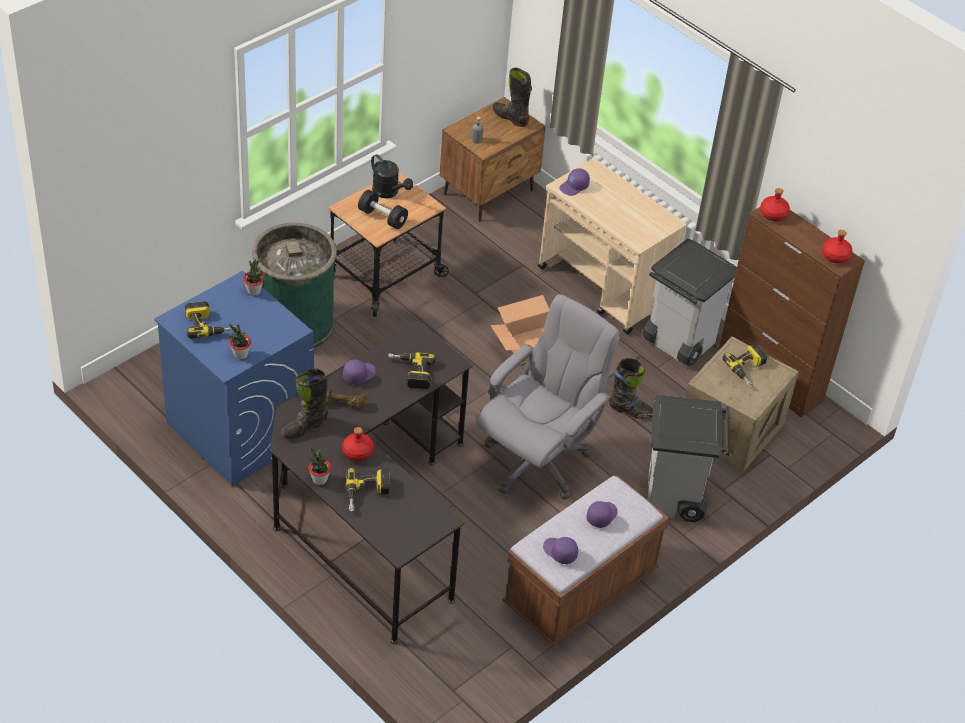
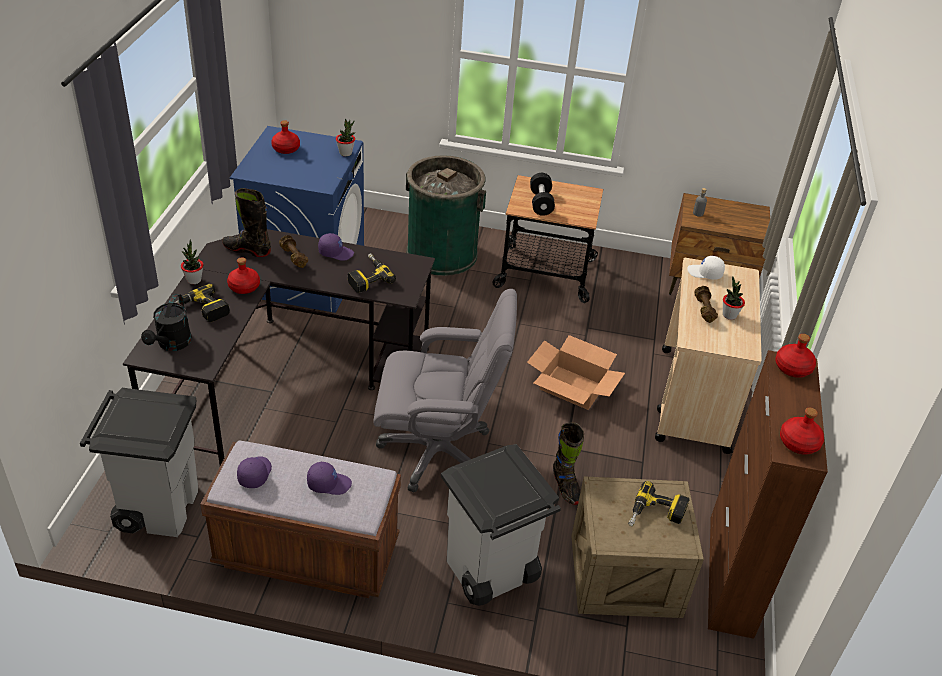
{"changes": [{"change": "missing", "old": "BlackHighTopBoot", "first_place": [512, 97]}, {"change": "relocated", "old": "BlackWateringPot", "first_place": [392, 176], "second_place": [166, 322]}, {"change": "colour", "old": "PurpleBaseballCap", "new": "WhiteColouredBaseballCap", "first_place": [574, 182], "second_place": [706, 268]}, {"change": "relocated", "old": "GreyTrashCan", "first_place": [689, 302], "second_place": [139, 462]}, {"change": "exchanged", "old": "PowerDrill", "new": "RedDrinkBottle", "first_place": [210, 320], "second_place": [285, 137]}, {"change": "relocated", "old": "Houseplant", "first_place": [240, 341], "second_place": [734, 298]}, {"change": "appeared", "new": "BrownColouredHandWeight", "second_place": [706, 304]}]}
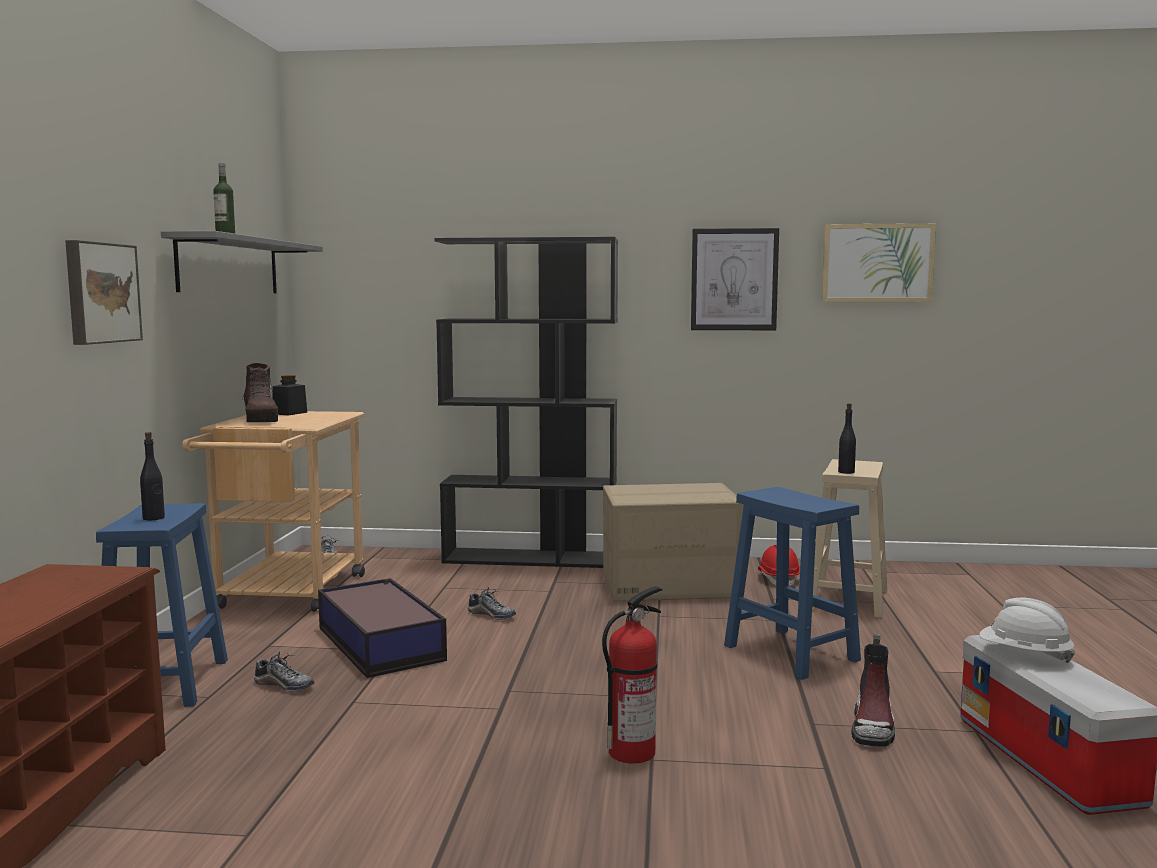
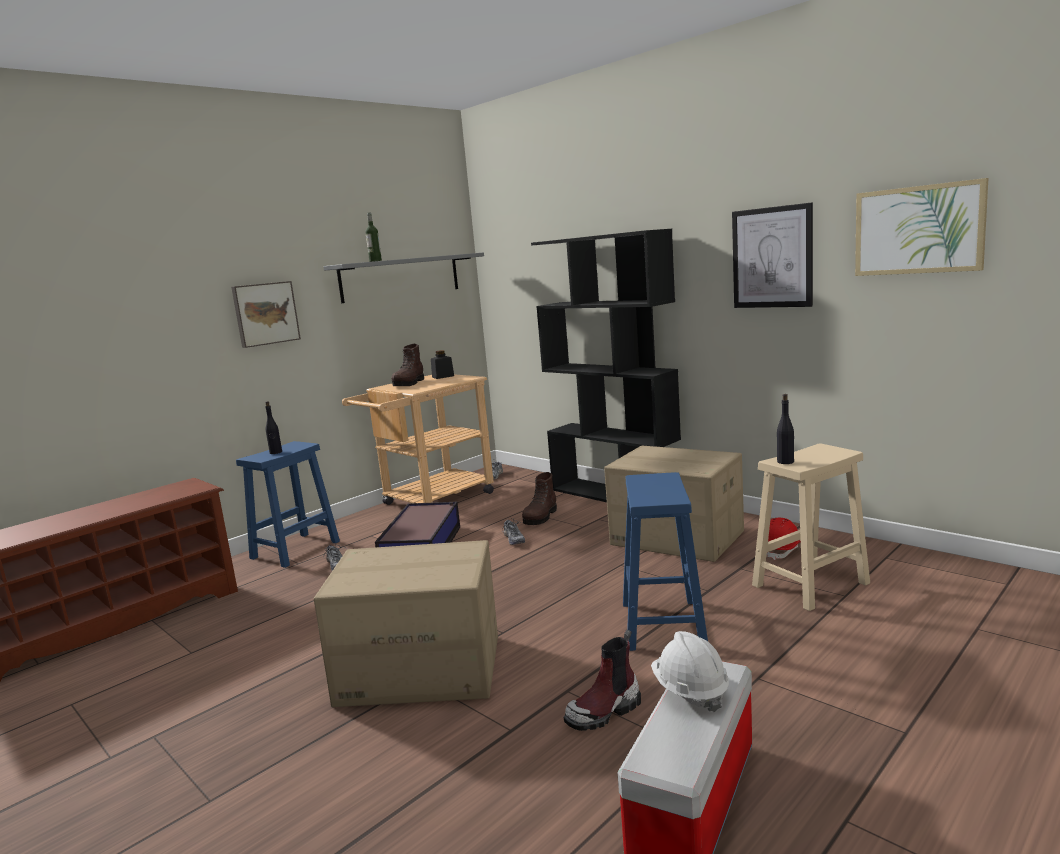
{"changes": [{"change": "exchanged", "old": "FireFightingCylinder", "new": "PackingBox", "first_place": [632, 674], "second_place": [406, 623]}, {"change": "appeared", "new": "BrownColouredHighTopBoot", "second_place": [539, 498]}]}
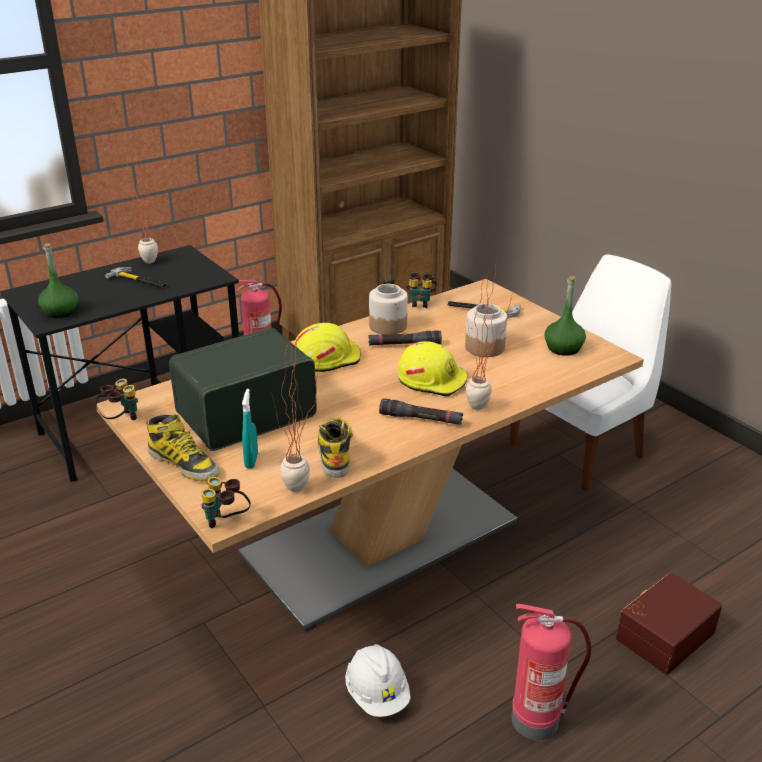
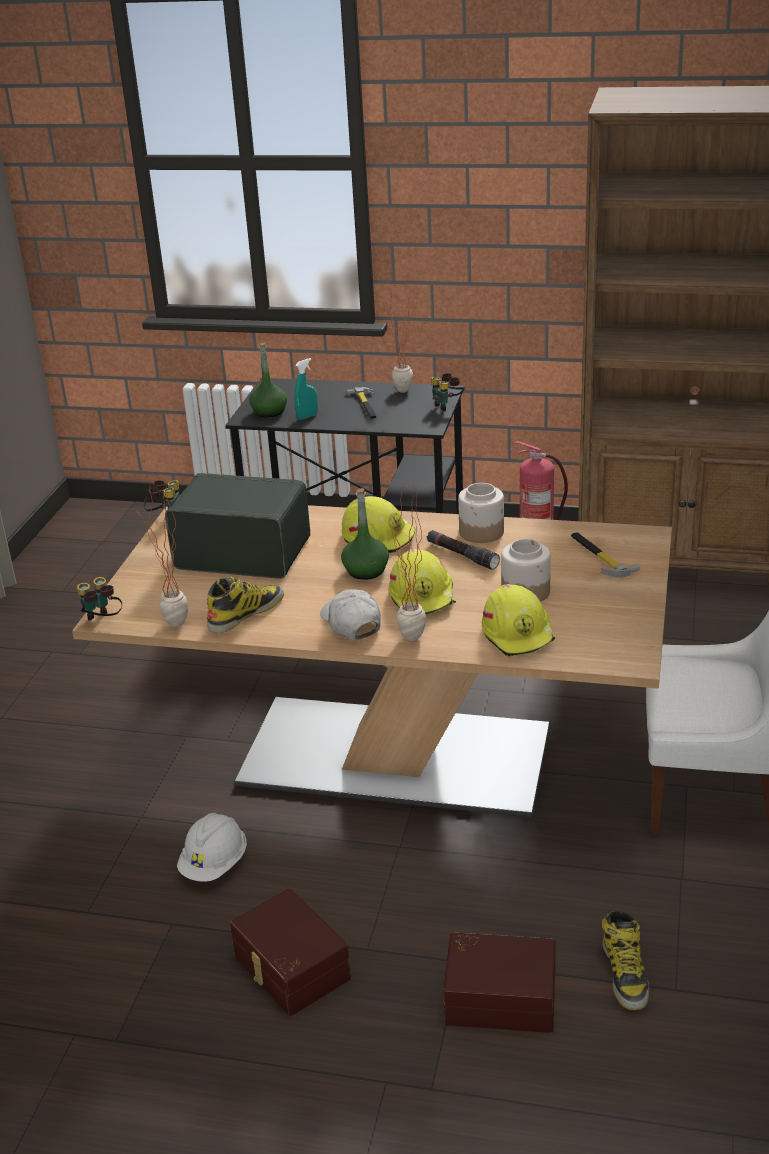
{"changes": [{"change": "relocated", "old": "Binoculars", "first_place": [421, 290], "second_place": [448, 392]}, {"change": "relocated", "old": "GreenishDrinkBottle", "first_place": [565, 316], "second_place": [365, 534]}, {"change": "relocated", "old": "TurquoiseHandSprayer", "first_place": [250, 429], "second_place": [306, 389]}, {"change": "exchanged", "old": "BlackFlashlight", "new": "WhiteColouredBaseballCap", "first_place": [421, 411], "second_place": [350, 614]}, {"change": "relocated", "old": "HighTopBoot", "first_place": [182, 447], "second_place": [625, 960]}, {"change": "exchanged", "old": "FireFightingCylinder", "new": "BrownColouredStorageContainer", "first_place": [551, 672], "second_place": [290, 952]}, {"change": "appeared", "new": "YellowWorkHelmet", "second_place": [518, 620]}]}
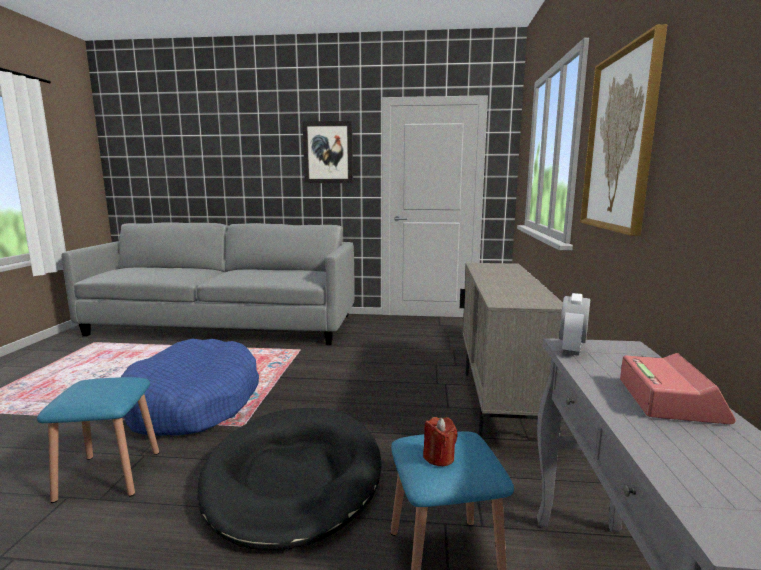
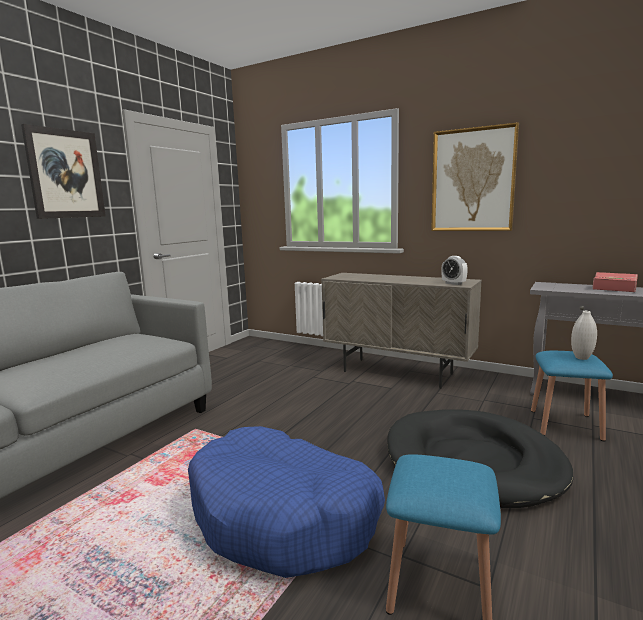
{"changes": [{"change": "relocated", "old": "TableClock", "first_place": [574, 324], "second_place": [454, 270]}, {"change": "exchanged", "old": "RedWaxLight", "new": "WhiteColouredDecorativeVase", "first_place": [440, 441], "second_place": [584, 335]}]}
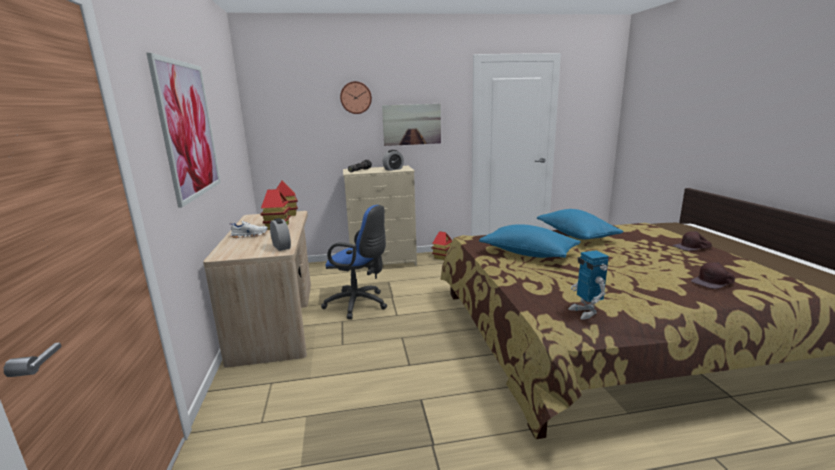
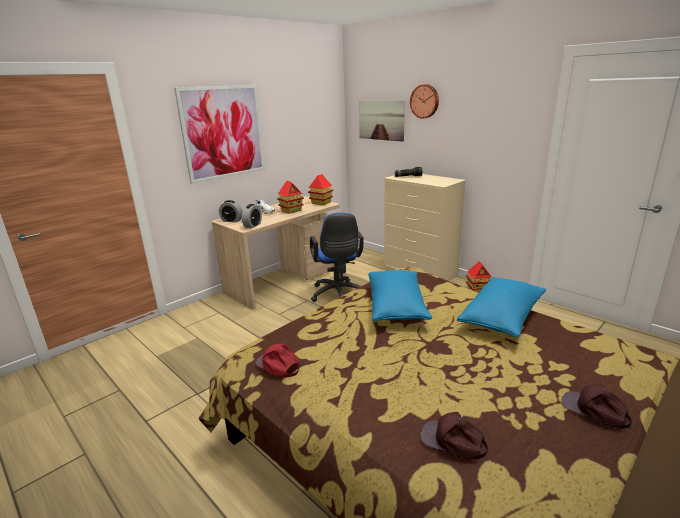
{"changes": [{"change": "relocated", "old": "WallArt", "first_place": [411, 125], "second_place": [382, 121]}, {"change": "relocated", "old": "TableClock", "first_place": [393, 160], "second_place": [231, 211]}, {"change": "exchanged", "old": "ToyRobot", "new": "RedBaseballCap", "first_place": [588, 285], "second_place": [277, 361]}]}
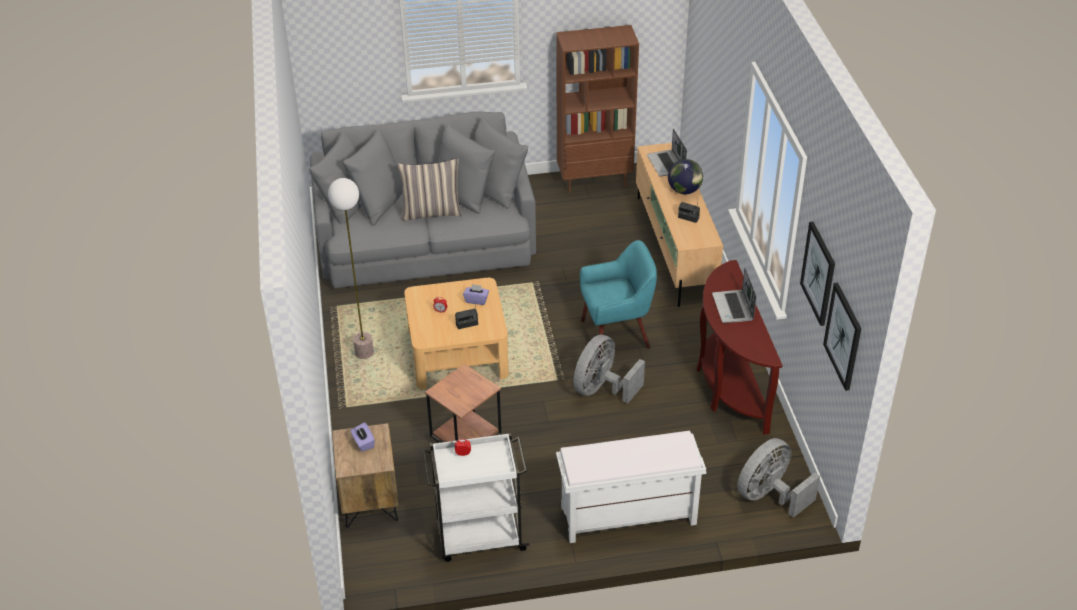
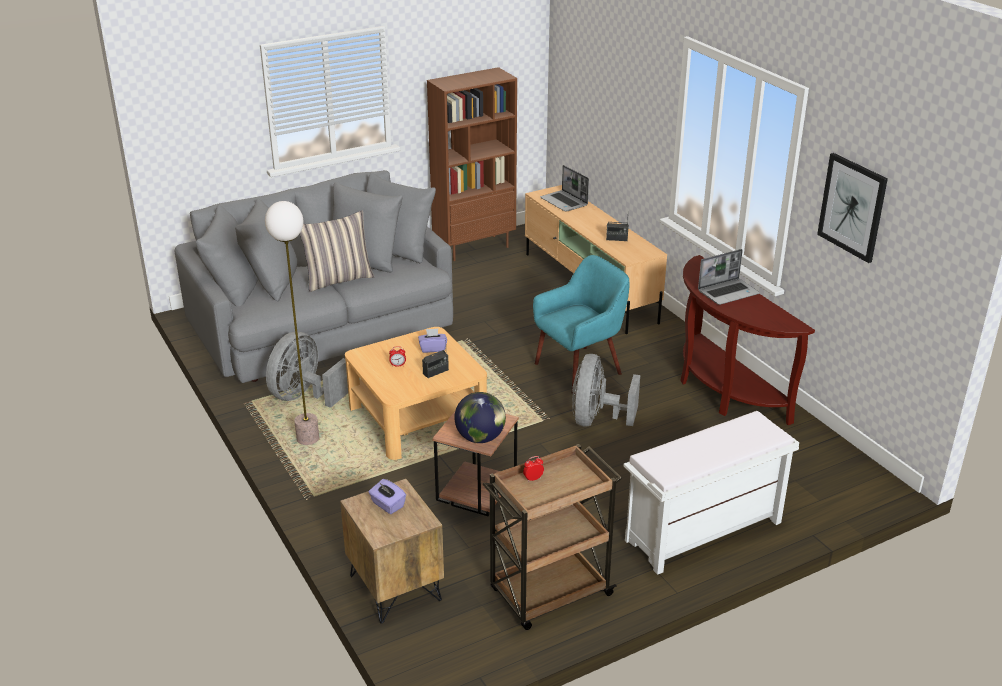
{"changes": [{"change": "relocated", "old": "Globe", "first_place": [685, 176], "second_place": [480, 417]}, {"change": "spun", "old": "Laptop", "first_place": [734, 295], "second_place": [729, 277], "degrees": -90}, {"change": "missing", "old": "WallArt", "first_place": [842, 337]}, {"change": "colour", "old": "WhiteColouredWheeledCart", "new": "BrownColouredWheeledCart", "first_place": [475, 497], "second_place": [552, 537]}, {"change": "relocated", "old": "GreyFan", "first_place": [778, 478], "second_place": [307, 370]}]}
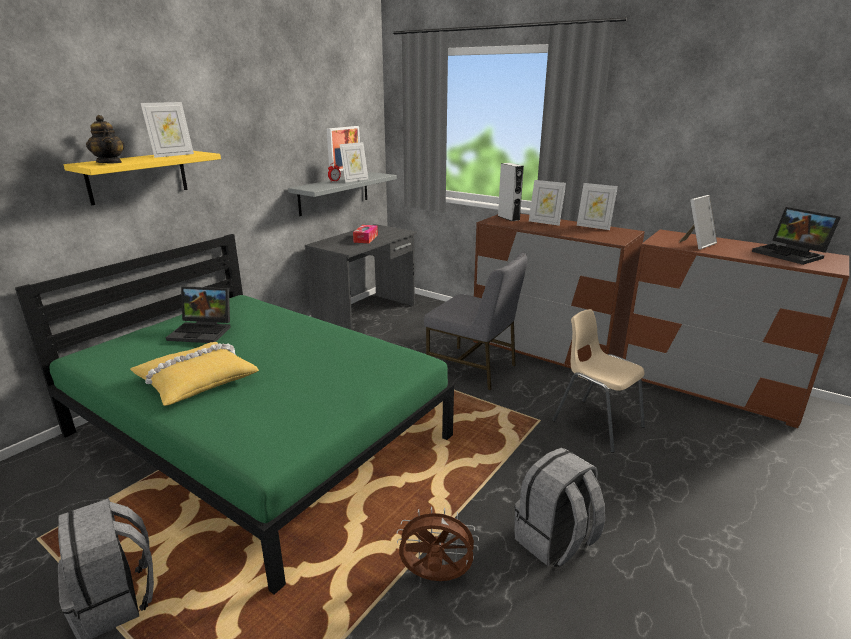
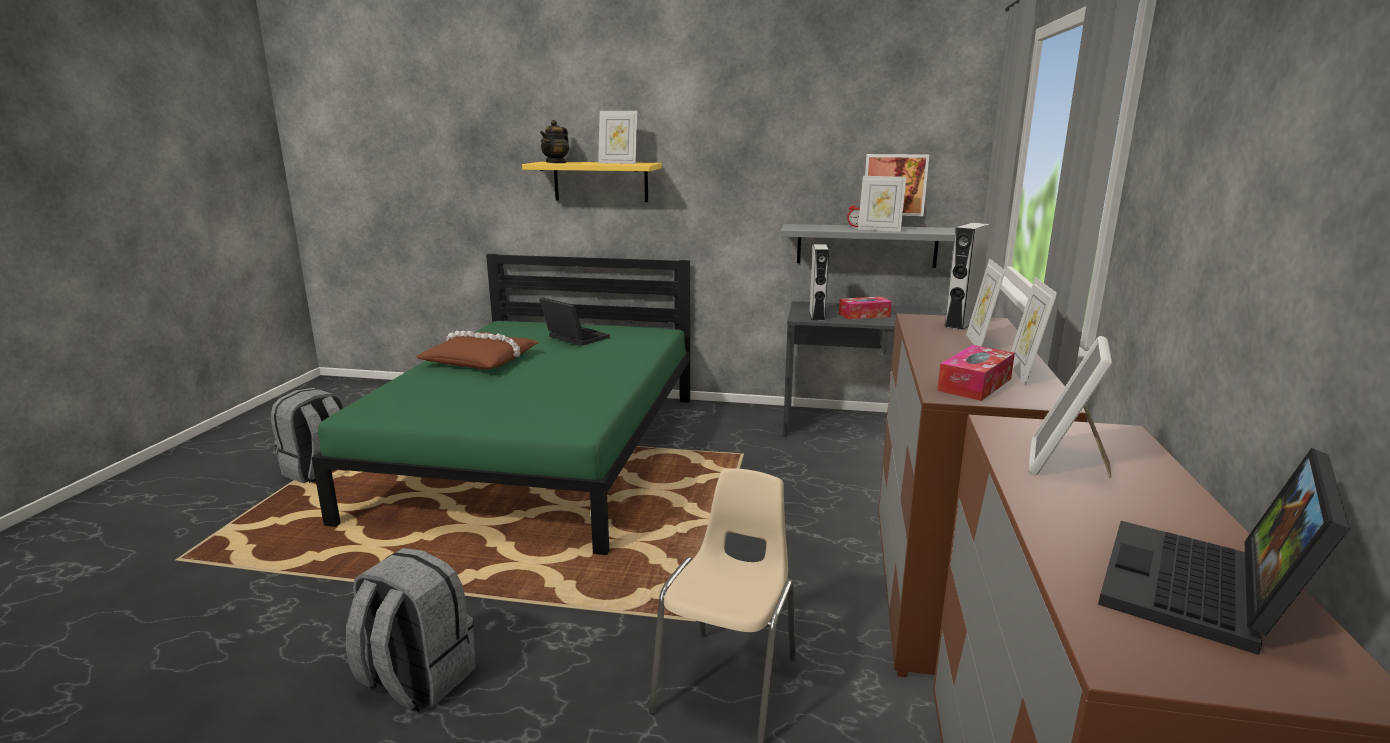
{"changes": [{"change": "spun", "old": "StandingFrame", "first_place": [698, 222], "second_place": [1070, 407], "degrees": 90}, {"change": "missing", "old": "GreyChair", "first_place": [476, 322]}, {"change": "spun", "old": "Laptop", "first_place": [198, 314], "second_place": [574, 321], "degrees": 150}, {"change": "colour", "old": "YellowThrowPillow", "new": "BrownColouredThrowPillow", "first_place": [194, 374], "second_place": [477, 350]}, {"change": "missing", "old": "BrownColouredFan", "first_place": [438, 544]}, {"change": "appeared", "new": "GreyLoudspeaker", "second_place": [819, 282]}, {"change": "appeared", "new": "TissueHolder", "second_place": [976, 373]}]}
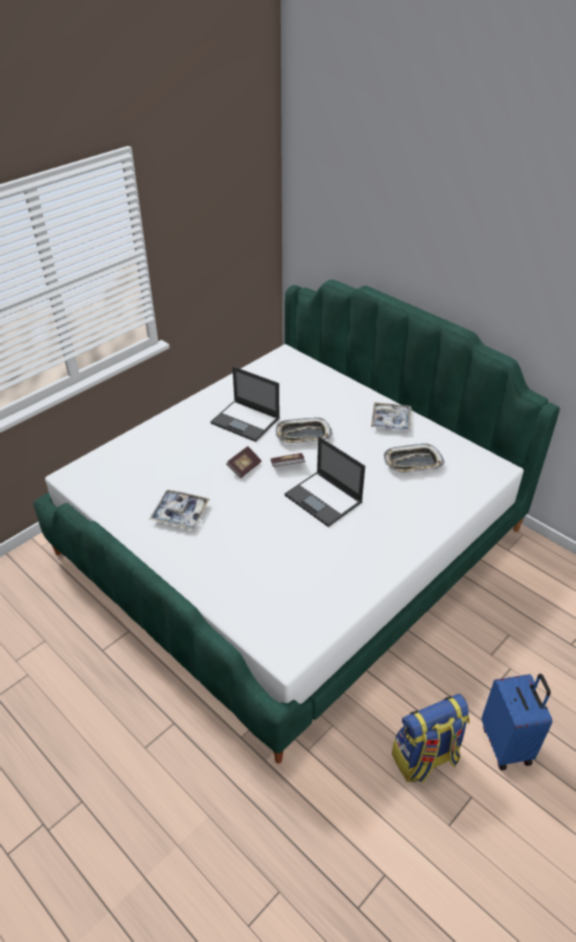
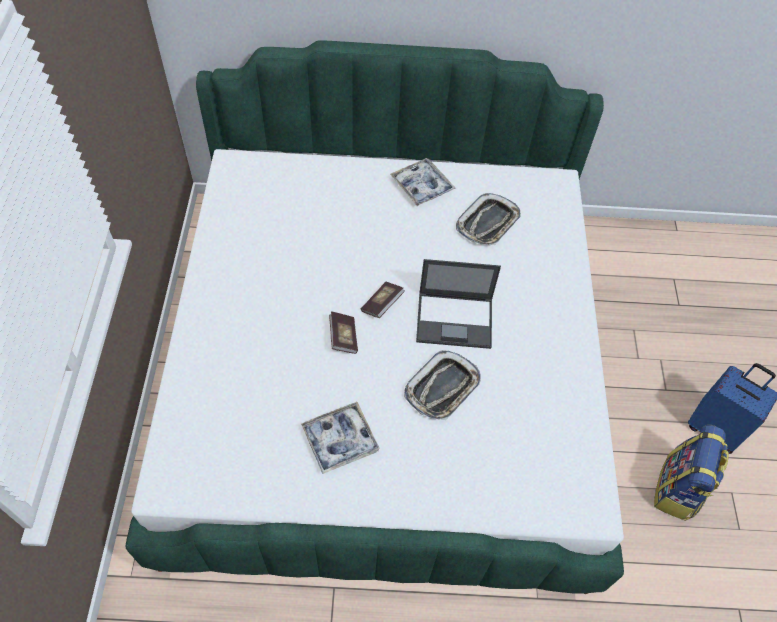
{"changes": [{"change": "missing", "old": "Laptop", "first_place": [245, 404]}, {"change": "relocated", "old": "CarryingTray", "first_place": [304, 430], "second_place": [442, 385]}]}
